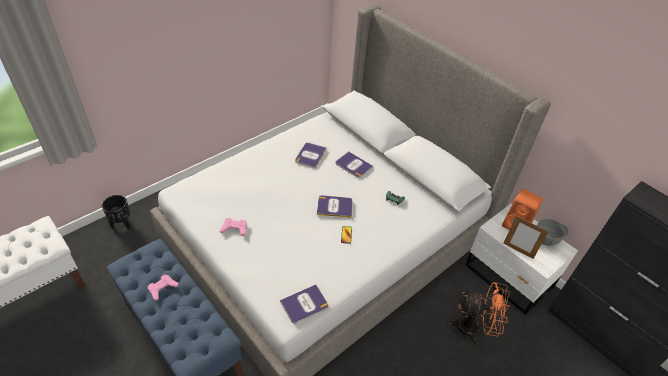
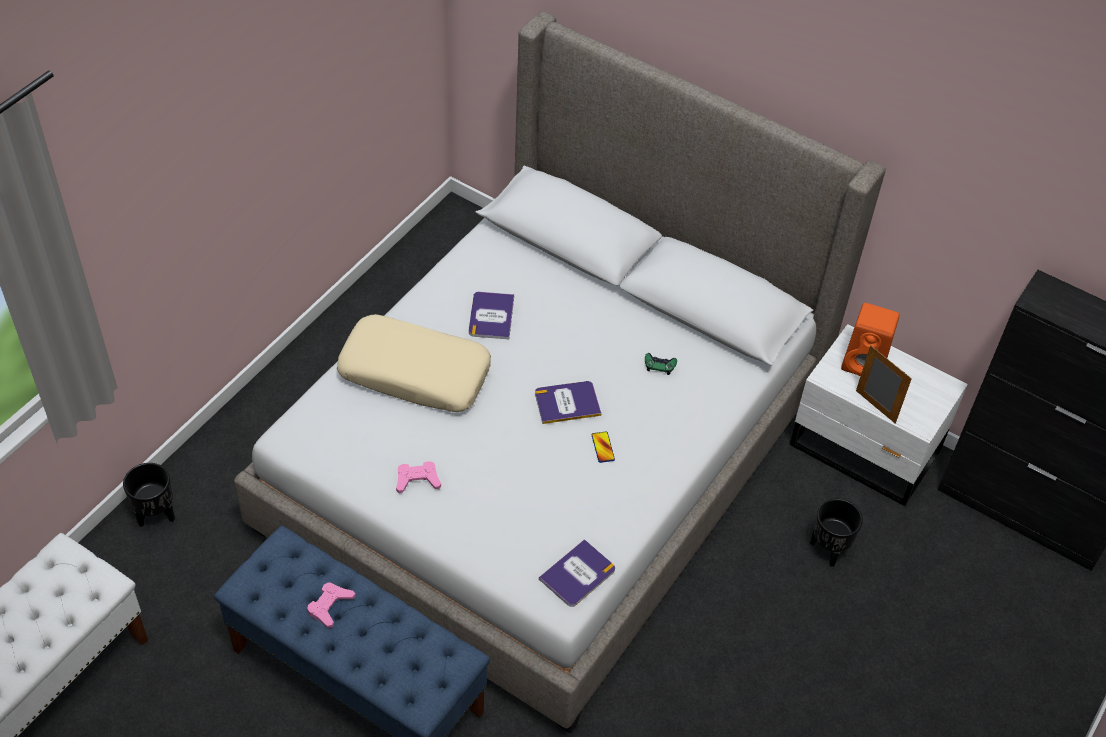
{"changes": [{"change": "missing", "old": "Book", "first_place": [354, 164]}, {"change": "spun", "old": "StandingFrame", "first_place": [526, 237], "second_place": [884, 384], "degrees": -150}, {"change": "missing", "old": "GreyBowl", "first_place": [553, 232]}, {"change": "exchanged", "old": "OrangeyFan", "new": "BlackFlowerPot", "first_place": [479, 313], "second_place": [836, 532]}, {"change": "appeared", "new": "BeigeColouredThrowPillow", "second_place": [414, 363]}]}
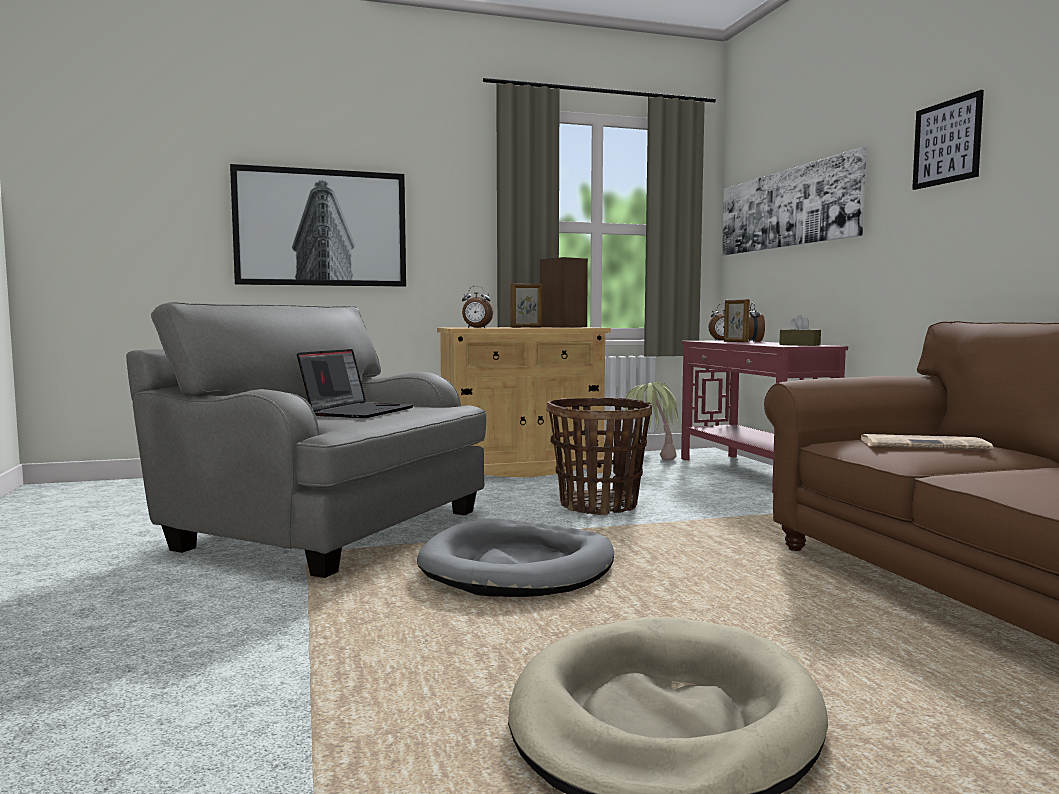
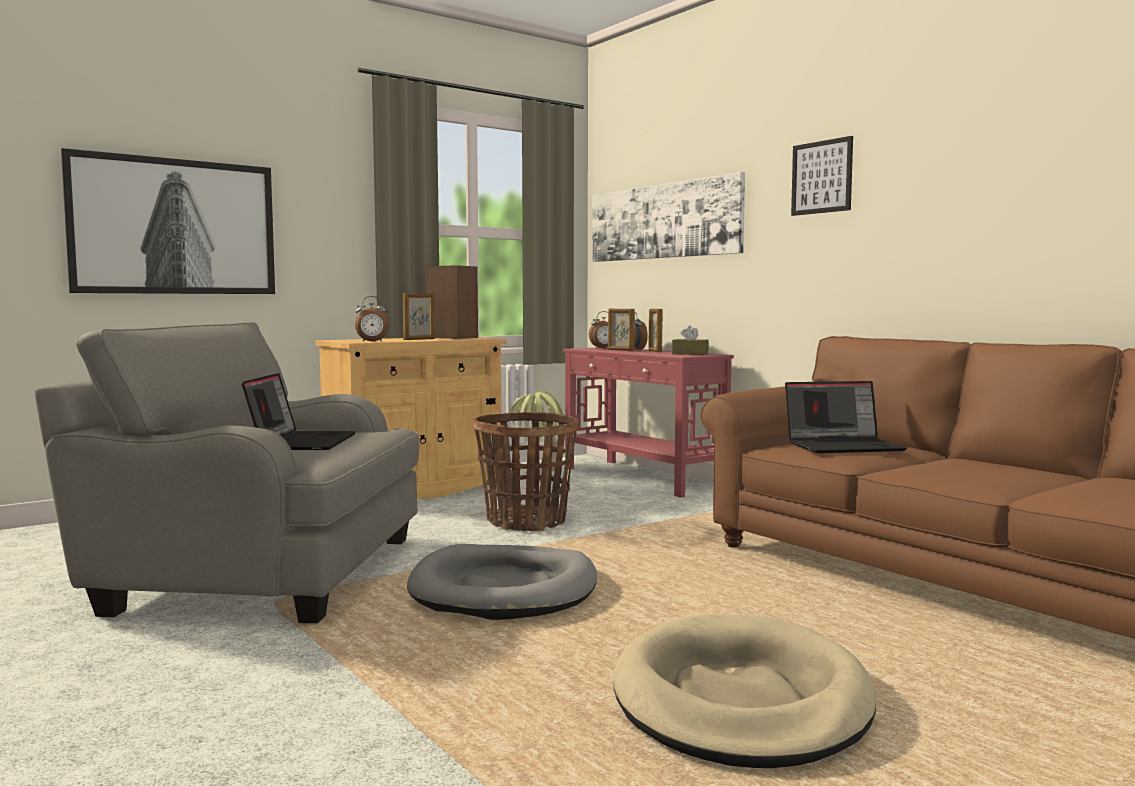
{"changes": [{"change": "exchanged", "old": "PrintedPaper", "new": "Laptop", "first_place": [927, 442], "second_place": [846, 417]}, {"change": "appeared", "new": "StandingFrame", "second_place": [655, 330]}]}
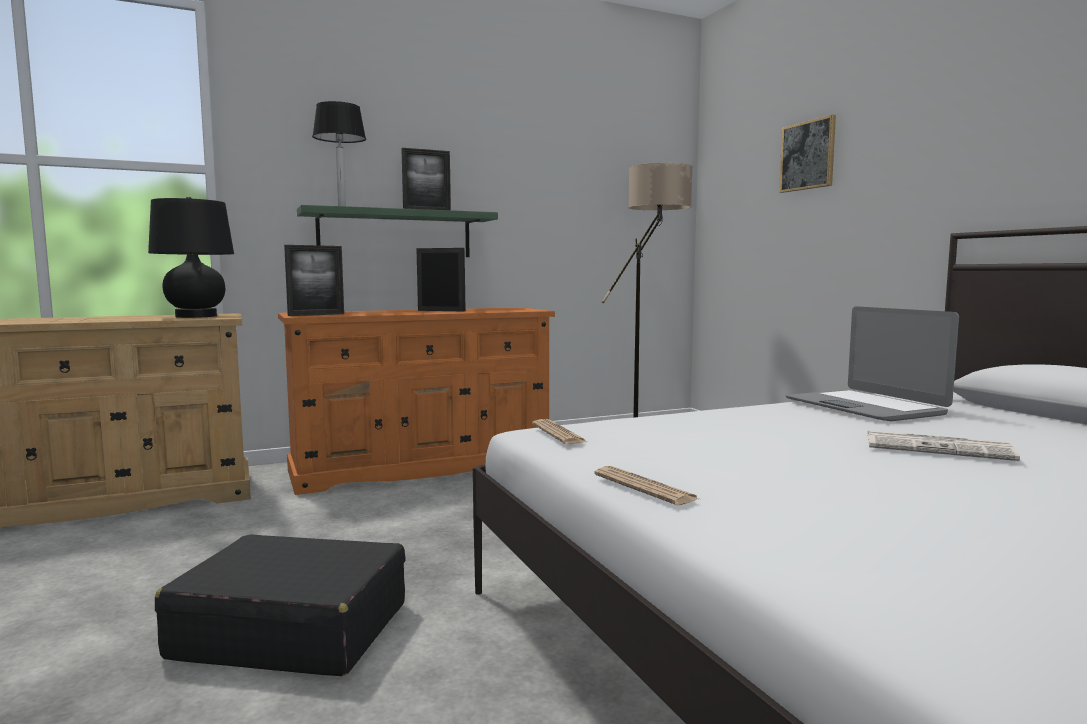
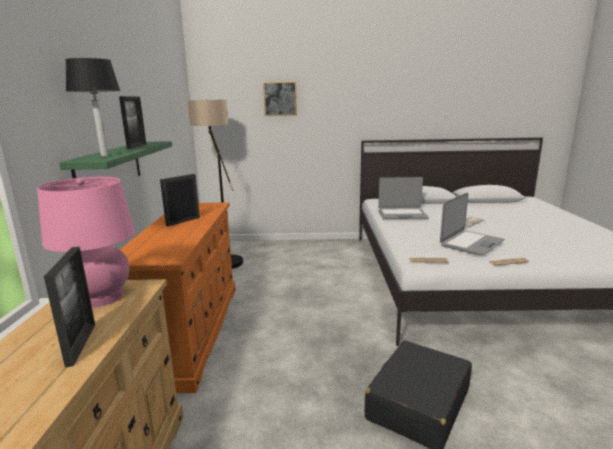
{"changes": [{"change": "colour", "old": "BlackTableLamp", "new": "PinkishTableLamp", "first_place": [191, 257], "second_place": [86, 242]}, {"change": "relocated", "old": "StandingFrame", "first_place": [314, 280], "second_place": [69, 307]}, {"change": "appeared", "new": "Laptop", "second_place": [472, 224]}]}
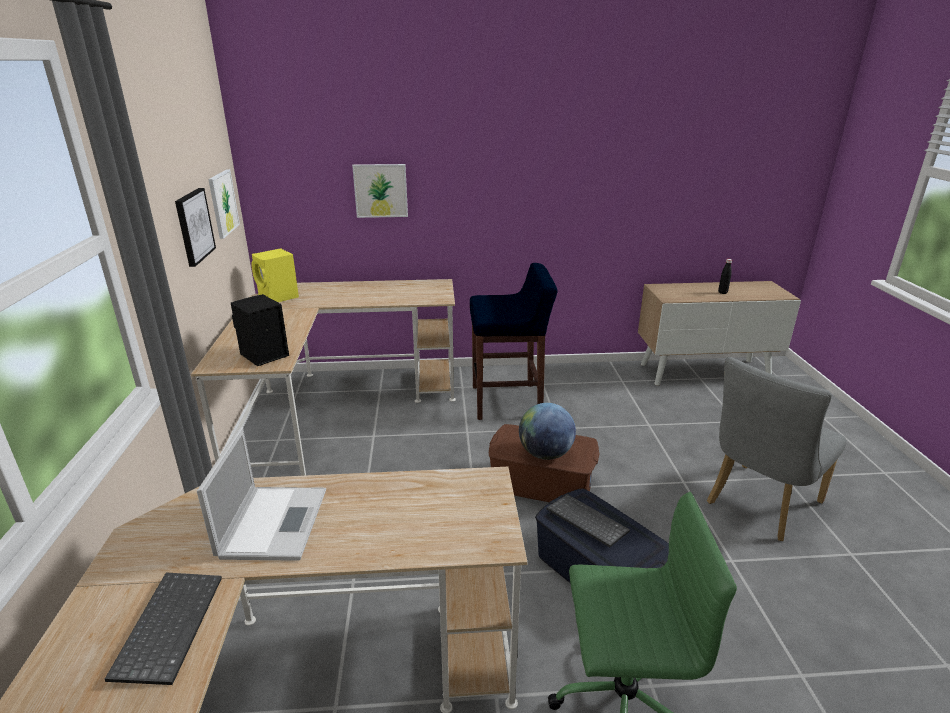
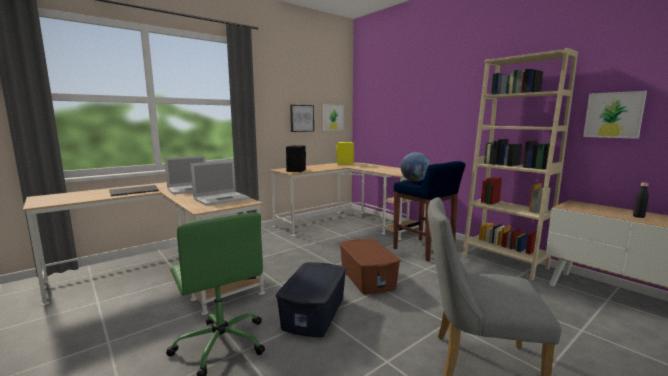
{"changes": [{"change": "relocated", "old": "WallArt", "first_place": [380, 191], "second_place": [615, 115]}, {"change": "relocated", "old": "Globe", "first_place": [547, 431], "second_place": [416, 167]}, {"change": "missing", "old": "ComputerKeyboard", "first_place": [588, 520]}, {"change": "appeared", "new": "BeigeColouredBookcase", "second_place": [520, 164]}, {"change": "appeared", "new": "Laptop", "second_place": [220, 183]}]}
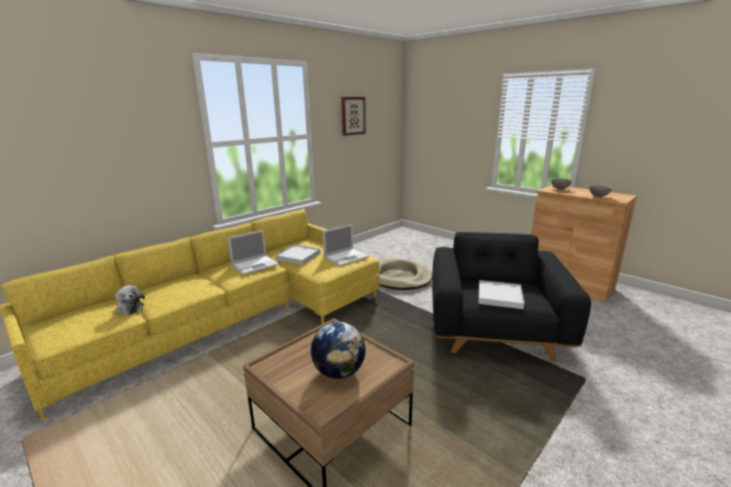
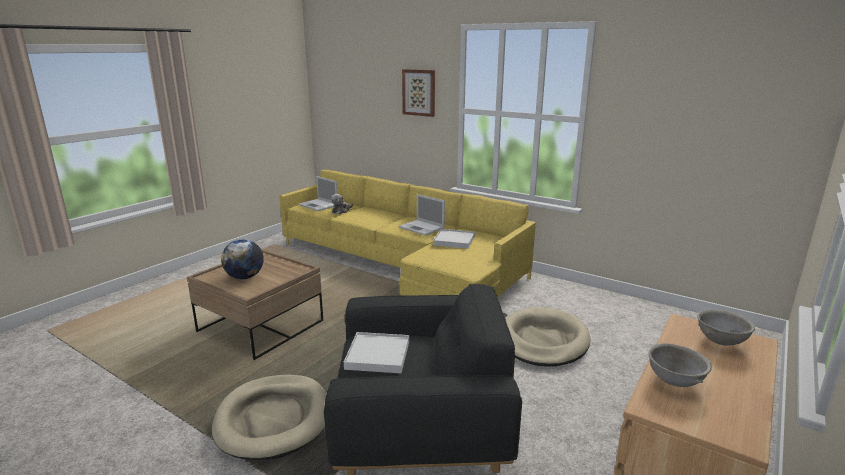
{"changes": [{"change": "relocated", "old": "WallArt", "first_place": [353, 116], "second_place": [418, 93]}, {"change": "relocated", "old": "Laptop", "first_place": [346, 245], "second_place": [318, 193]}, {"change": "appeared", "new": "BeigeColouredDogCushion", "second_place": [269, 417]}]}
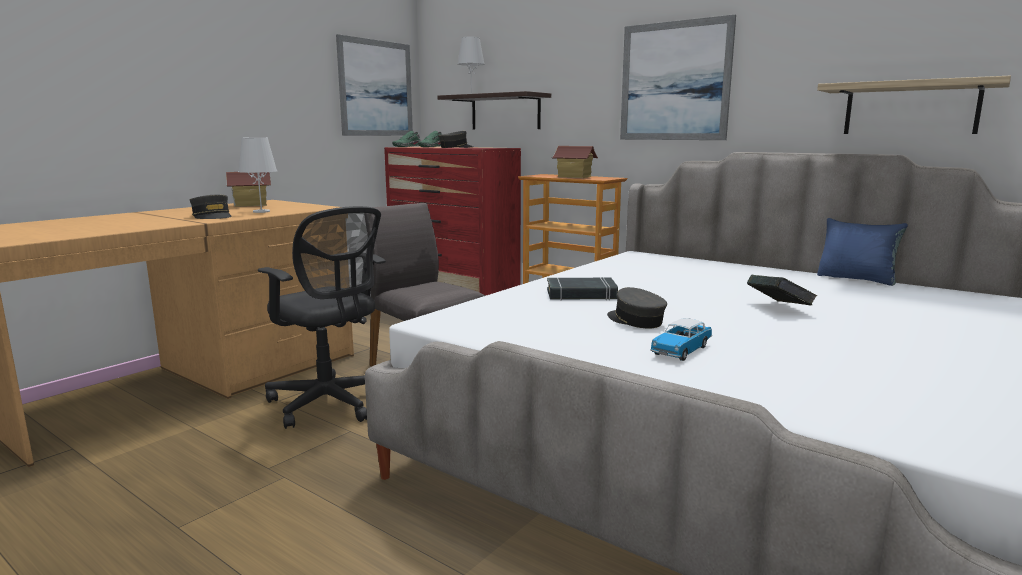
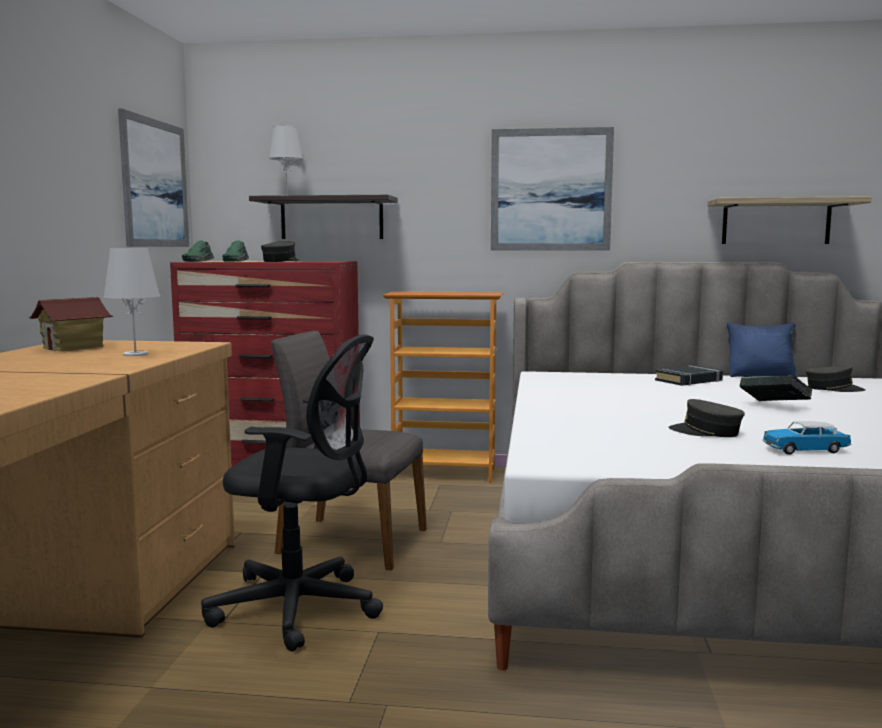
{"changes": [{"change": "missing", "old": "MiniatureHouse", "first_place": [575, 162]}, {"change": "relocated", "old": "GreyBaseballCap", "first_place": [211, 206], "second_place": [835, 378]}, {"change": "relocated", "old": "BlackBook", "first_place": [582, 288], "second_place": [689, 375]}, {"change": "spun", "old": "ModelCar", "first_place": [681, 340], "second_place": [806, 438], "degrees": 75}]}
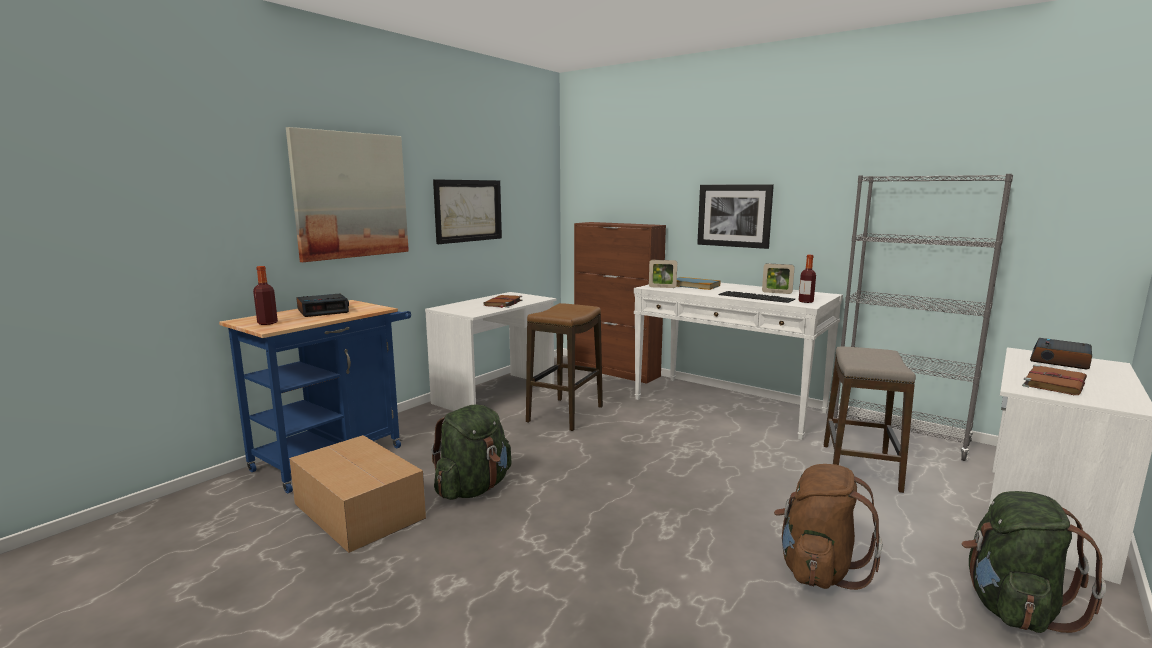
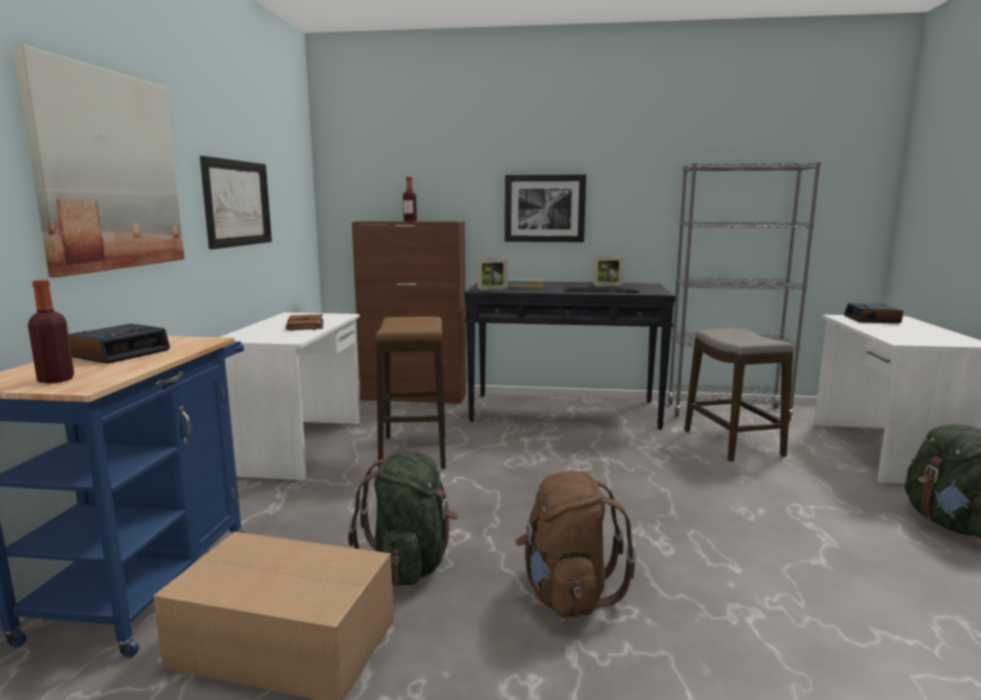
{"changes": [{"change": "relocated", "old": "DrinkBottle", "first_place": [807, 279], "second_place": [410, 199]}, {"change": "colour", "old": "WhiteColouredHallTable", "new": "BlackHallTable", "first_place": [738, 361], "second_place": [569, 356]}, {"change": "missing", "old": "BrownColouredBook", "first_place": [1054, 379]}, {"change": "relocated", "old": "BrownColouredKnapsack", "first_place": [828, 527], "second_place": [576, 544]}]}
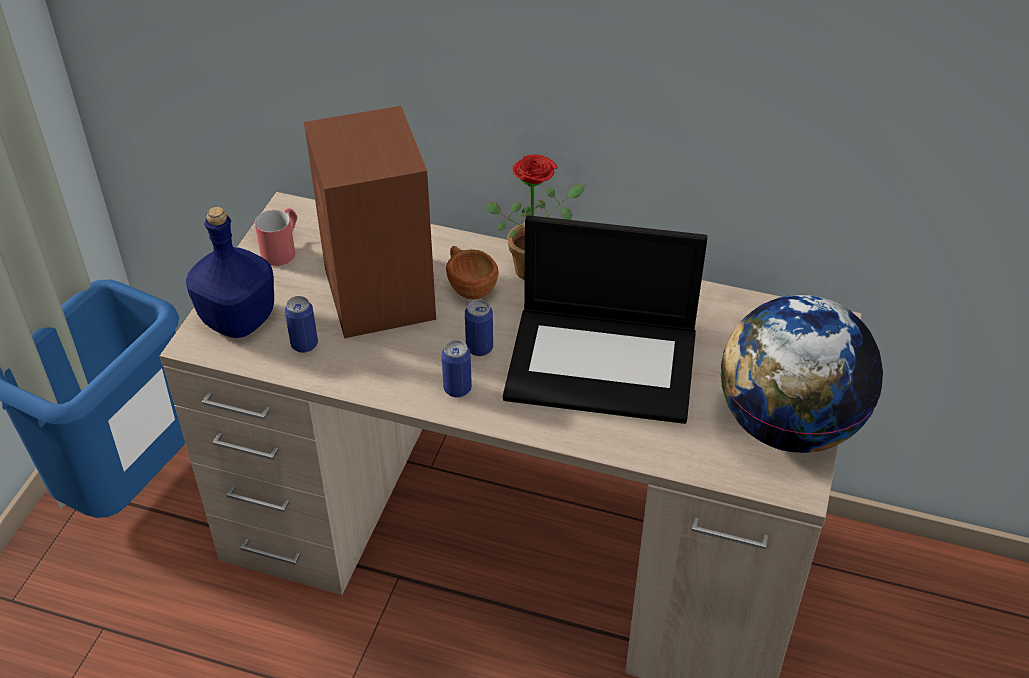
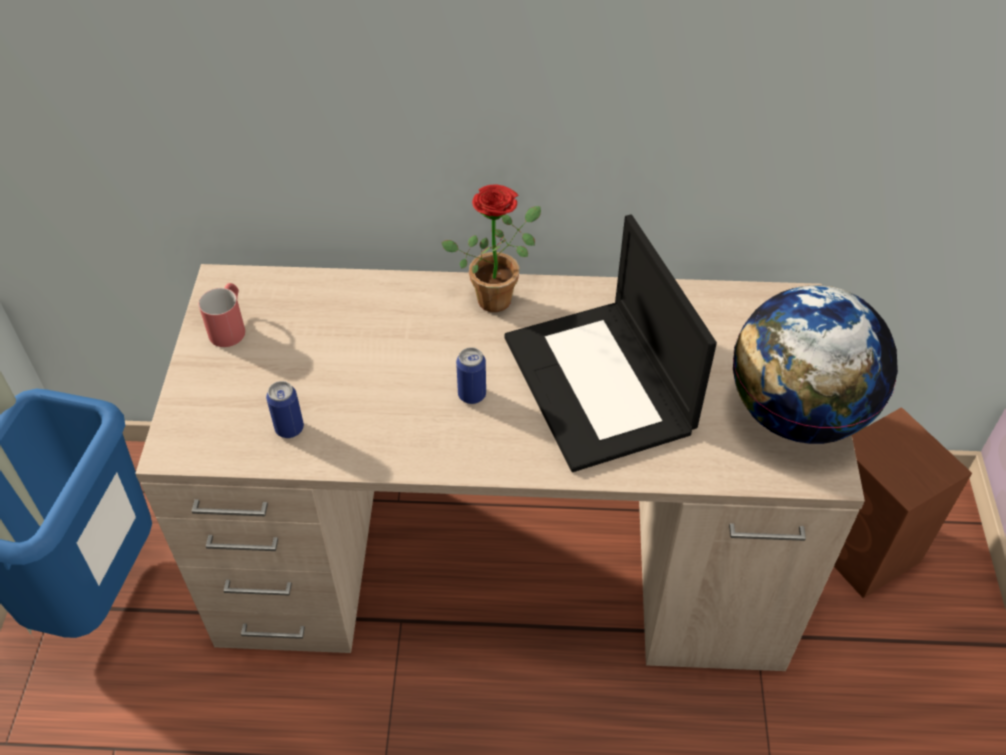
{"changes": [{"change": "relocated", "old": "BrownColouredLoudspeaker", "first_place": [370, 222], "second_place": [903, 502]}, {"change": "missing", "old": "BlueColouredDrinkBottle", "first_place": [230, 272]}, {"change": "spun", "old": "Laptop", "first_place": [605, 319], "second_place": [611, 343], "degrees": 75}, {"change": "missing", "old": "BrownColouredSmallCup", "first_place": [472, 272]}, {"change": "missing", "old": "Can", "first_place": [456, 369]}]}
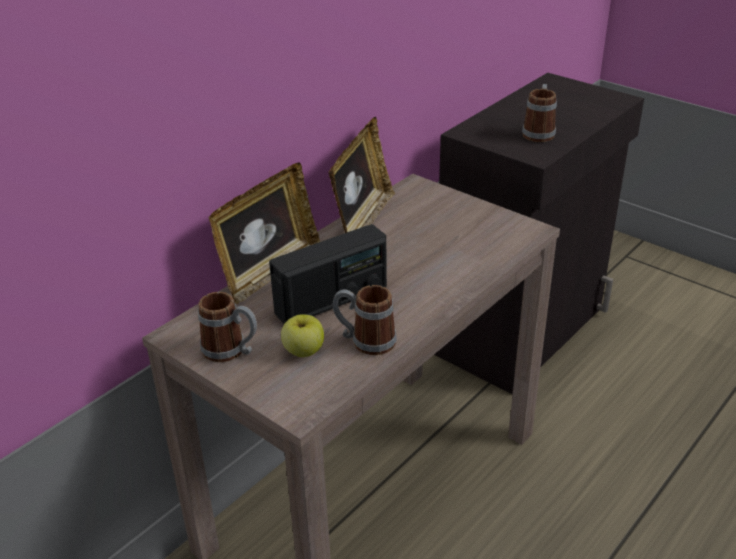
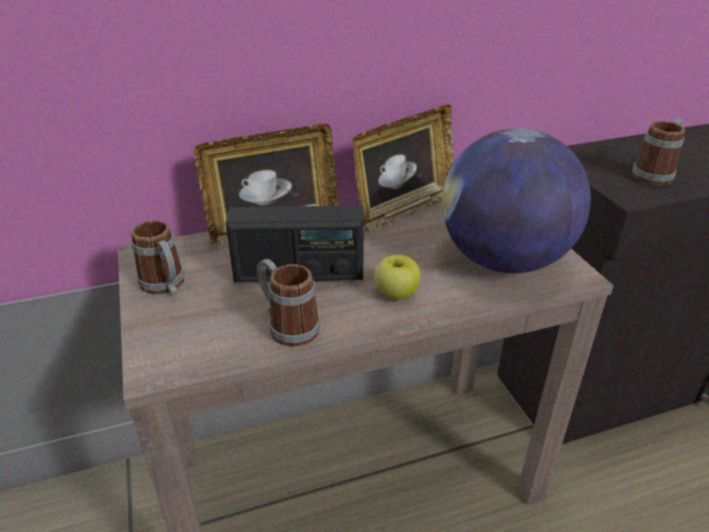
{"changes": [{"change": "relocated", "old": "WholeApple", "first_place": [302, 335], "second_place": [397, 277]}, {"change": "appeared", "new": "Globe", "second_place": [516, 200]}]}
